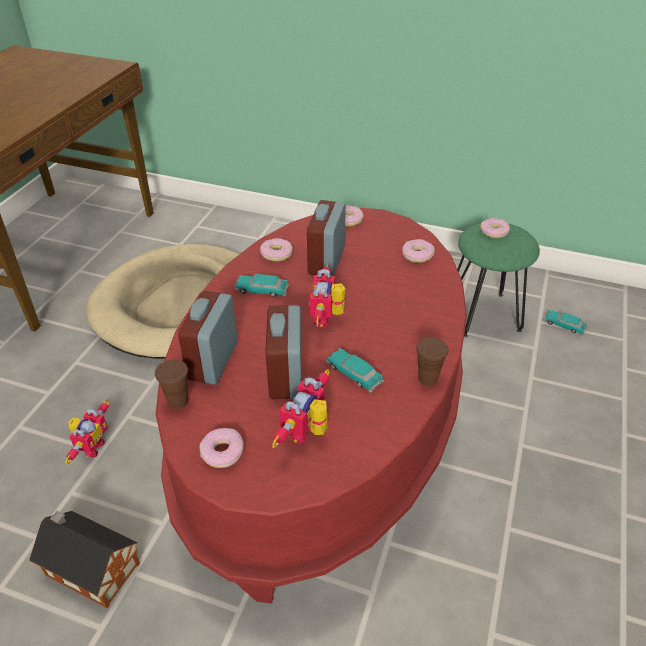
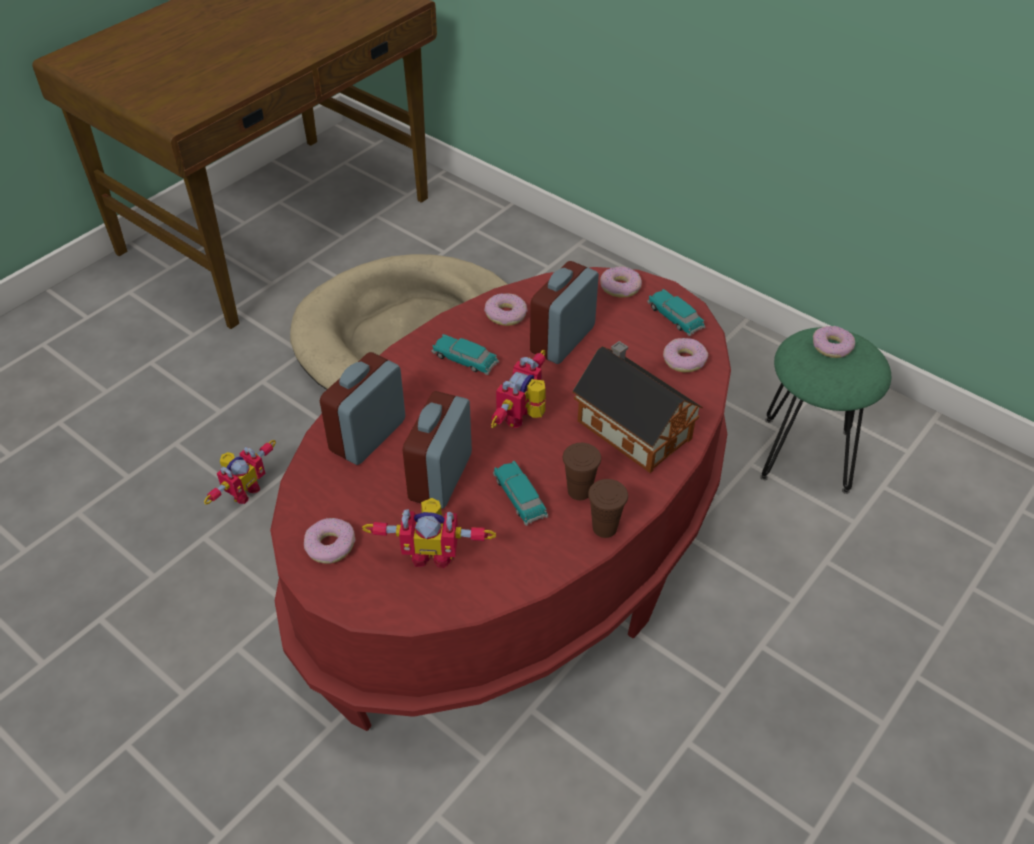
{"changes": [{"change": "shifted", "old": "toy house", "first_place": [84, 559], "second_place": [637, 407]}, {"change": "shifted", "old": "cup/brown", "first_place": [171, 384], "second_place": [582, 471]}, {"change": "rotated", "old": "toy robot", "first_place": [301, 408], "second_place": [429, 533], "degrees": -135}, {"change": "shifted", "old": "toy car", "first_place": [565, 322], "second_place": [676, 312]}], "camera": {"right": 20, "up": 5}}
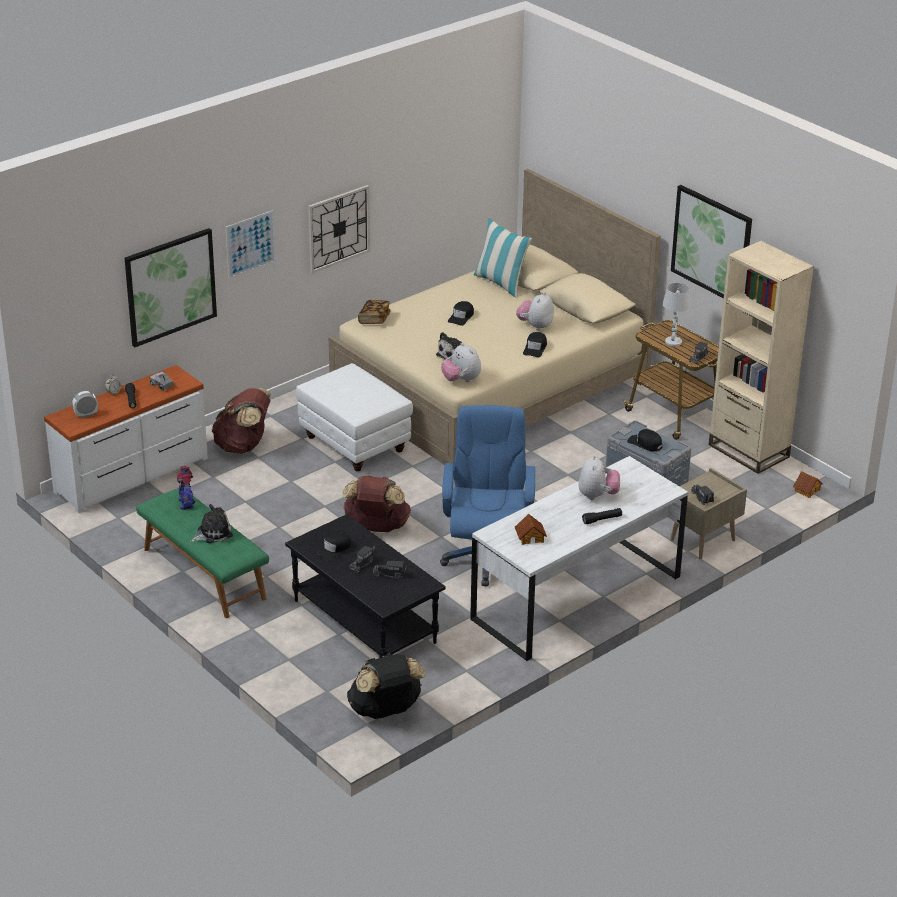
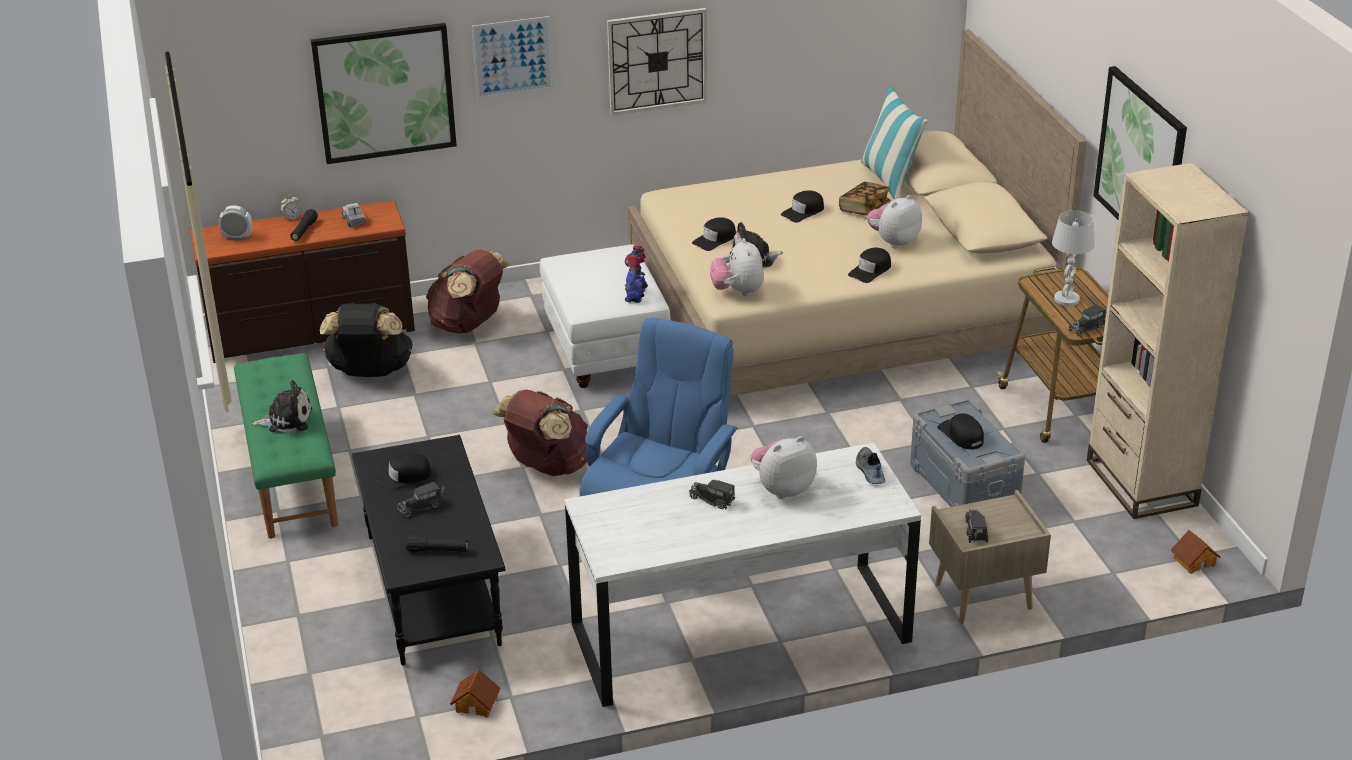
{"changes": [{"change": "repainted", "old": "dresser/white", "new": "dresser/brown", "first_place": [126, 439], "second_place": [302, 281]}, {"change": "shifted", "old": "toy robot", "first_place": [185, 488], "second_place": [636, 274]}, {"change": "shifted", "old": "backpack/black", "first_place": [386, 686], "second_place": [366, 340]}, {"change": "shifted", "old": "book", "first_place": [374, 312], "second_place": [864, 199]}, {"change": "shifted", "old": "toy truck", "first_place": [390, 570], "second_place": [712, 495]}, {"change": "shifted", "old": "toy house", "first_place": [531, 529], "second_place": [475, 693]}, {"change": "rotated", "old": "plush toy", "first_place": [599, 477], "second_place": [783, 467], "degrees": -150}, {"change": "shifted", "old": "flashlight/black", "first_place": [602, 516], "second_place": [437, 543]}, {"change": "new", "new": "cap/black", "second_place": [714, 234]}, {"change": "new", "new": "shoe", "second_place": [870, 465]}], "camera": {"right": 25, "up": 0}}
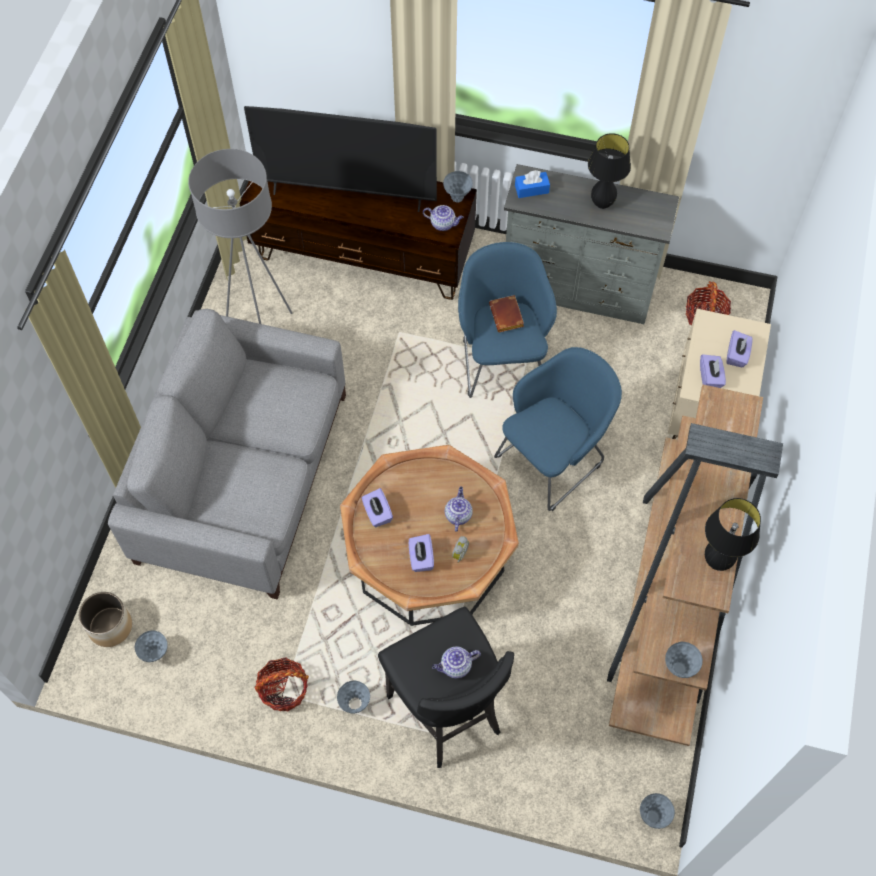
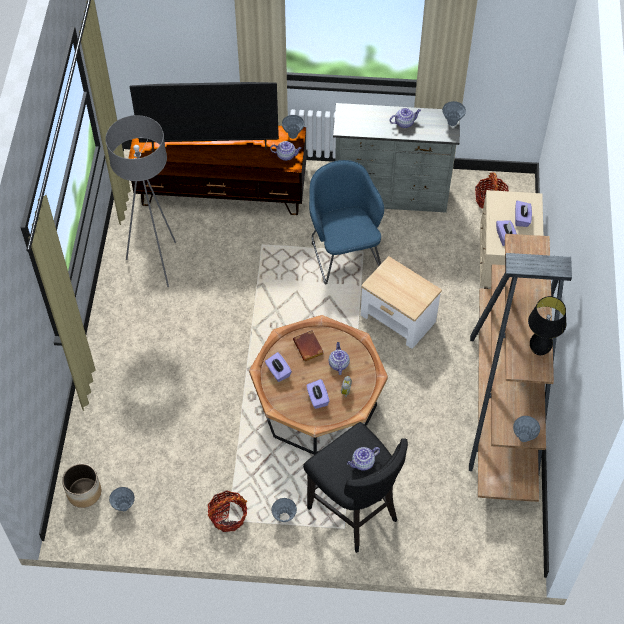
{"changes": [{"change": "gone", "old": "sofa/grey", "first_place": [227, 454]}, {"change": "shifted", "old": "book/brown", "first_place": [506, 313], "second_place": [308, 346]}, {"change": "swapped", "old": "armchair/blue", "new": "side table", "first_place": [558, 429], "second_place": [401, 302]}, {"change": "gone", "old": "tissue box/blue", "first_place": [532, 184]}, {"change": "swapped", "old": "table lamp/black", "new": "teapot", "first_place": [609, 171], "second_place": [405, 118]}, {"change": "shifted", "old": "vase/grey", "first_place": [657, 811], "second_place": [454, 113]}], "camera": {"right": -10, "up": -5}}
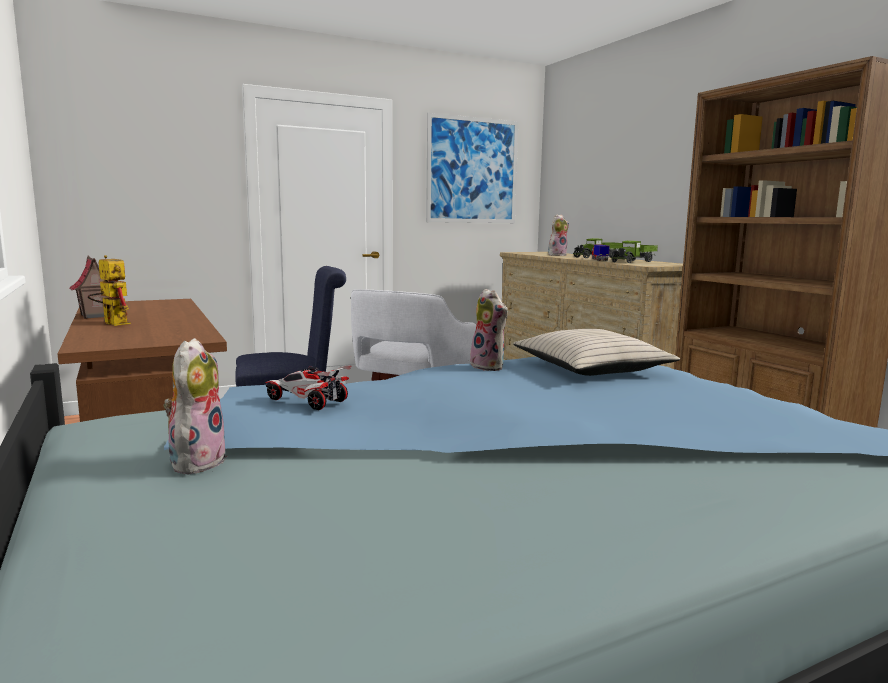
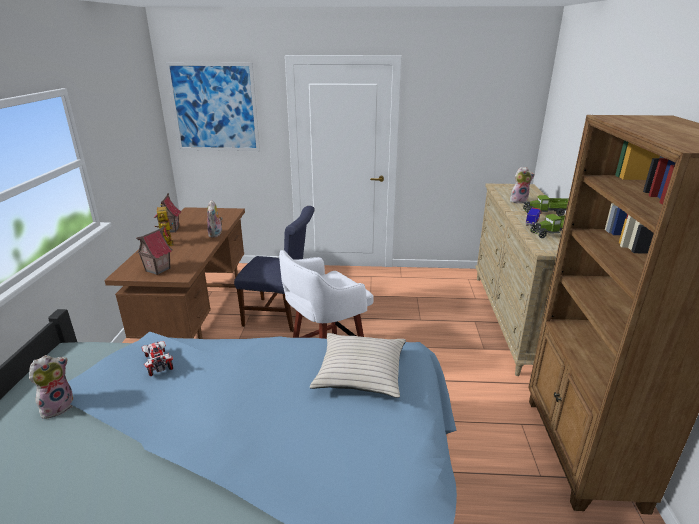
{"changes": [{"change": "shifted", "old": "picture", "first_place": [472, 168], "second_place": [213, 106]}, {"change": "shifted", "old": "plush toy", "first_place": [489, 329], "second_place": [215, 219]}, {"change": "new", "new": "toy house", "second_place": [154, 250]}], "camera": {"right": 30, "up": 15}}
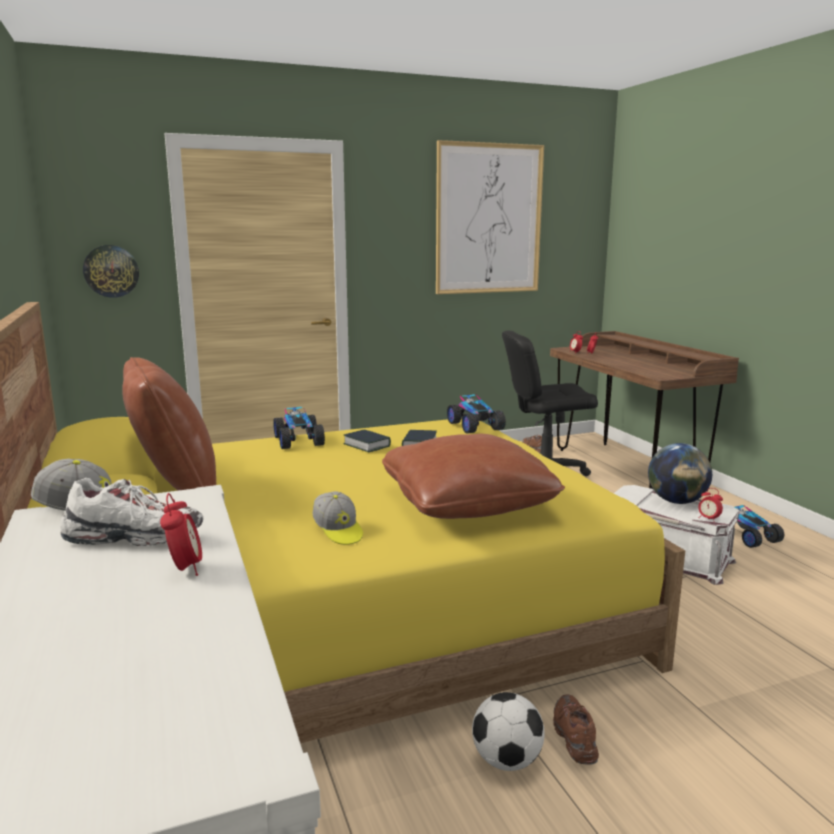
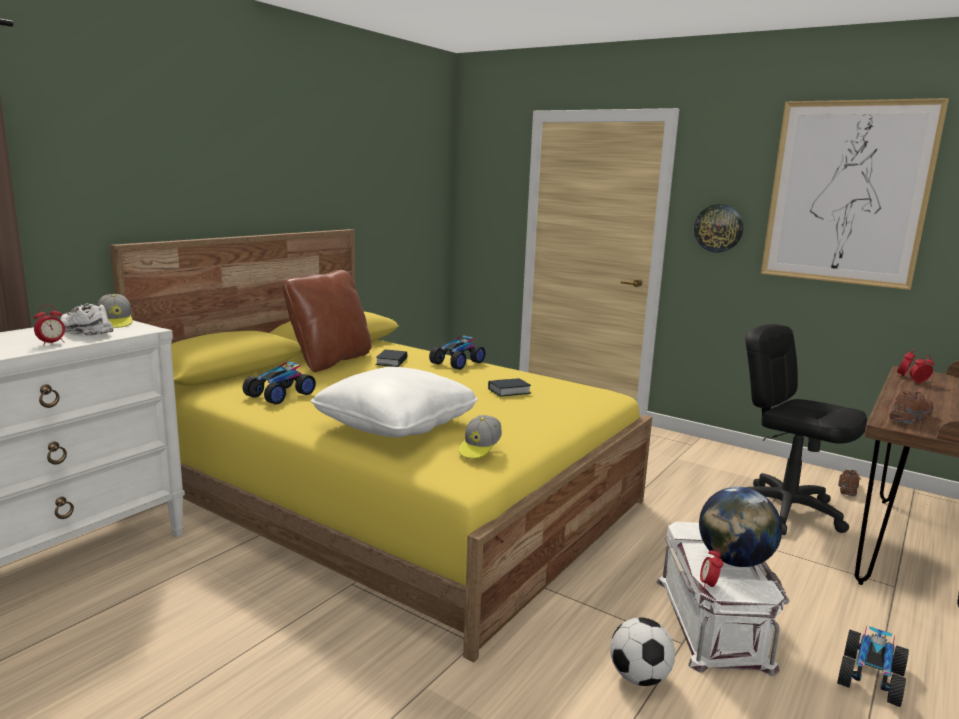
{"changes": [{"change": "rotated", "old": "shoe/white", "first_place": [132, 512], "second_place": [86, 319], "degrees": 150}, {"change": "shifted", "old": "wall clock", "first_place": [111, 271], "second_place": [718, 228]}, {"change": "shifted", "old": "cap", "first_place": [338, 518], "second_place": [480, 437]}, {"change": "shifted", "old": "book", "first_place": [367, 440], "second_place": [391, 358]}, {"change": "repainted", "old": "pillow/brown", "new": "pillow/white", "first_place": [473, 476], "second_place": [394, 402]}, {"change": "shifted", "old": "toy car", "first_place": [476, 414], "second_place": [279, 383]}, {"change": "shifted", "old": "football", "first_place": [508, 731], "second_place": [642, 651]}, {"change": "shifted", "old": "shoe/brown", "first_place": [576, 729], "second_place": [911, 407]}], "camera": {"right": 55, "up": 0}}
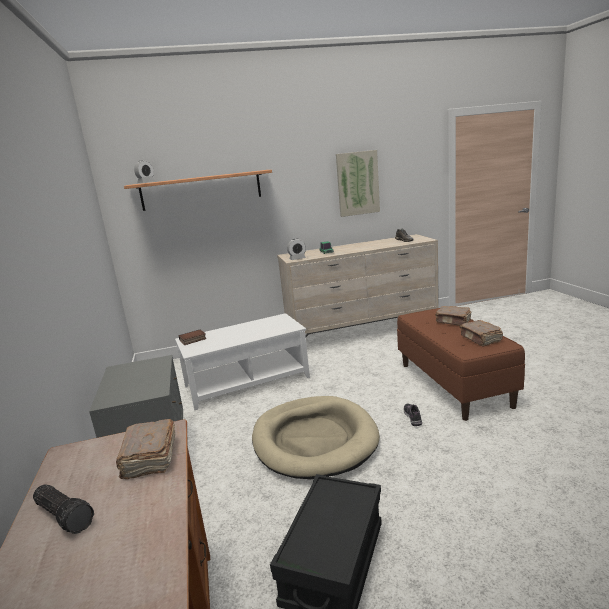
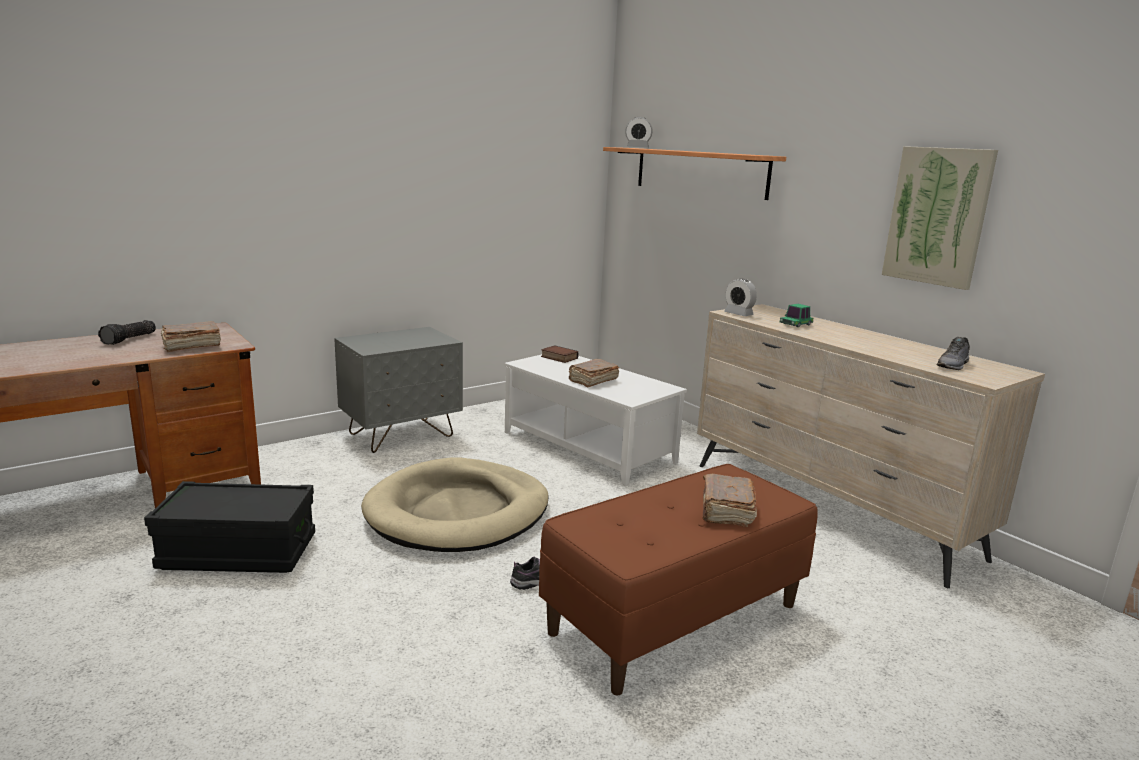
{"changes": [{"change": "shifted", "old": "book/brown", "first_place": [481, 333], "second_place": [594, 373]}], "camera": {"right": 65, "up": 0}}
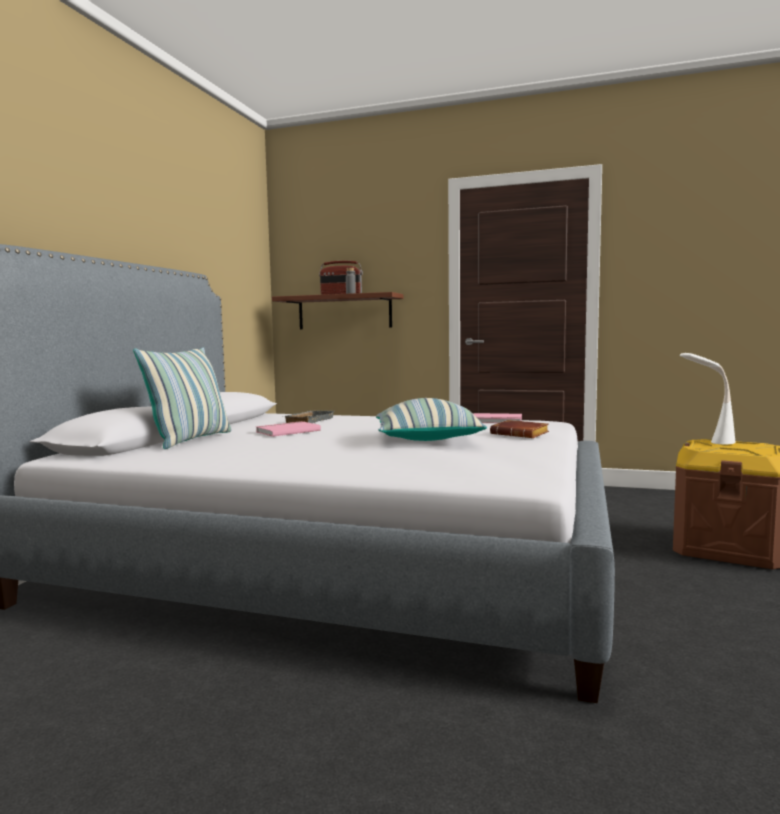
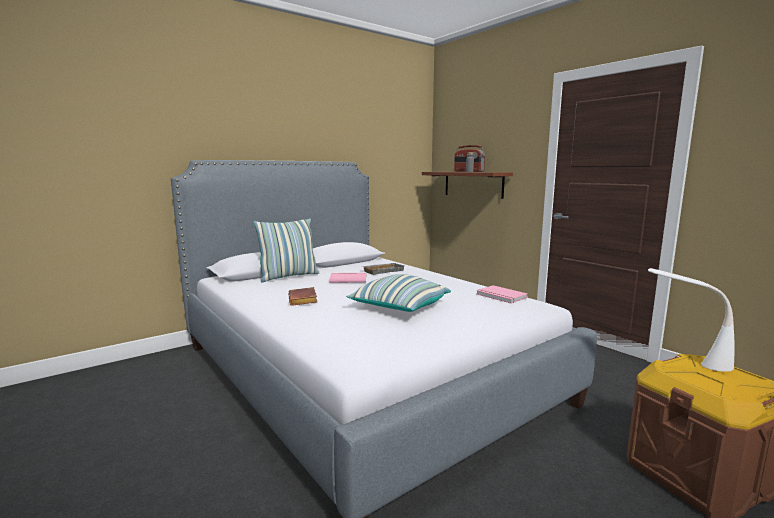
{"changes": [{"change": "shifted", "old": "book/brown", "first_place": [519, 429], "second_place": [302, 296]}], "camera": {"right": 35, "up": 5}}
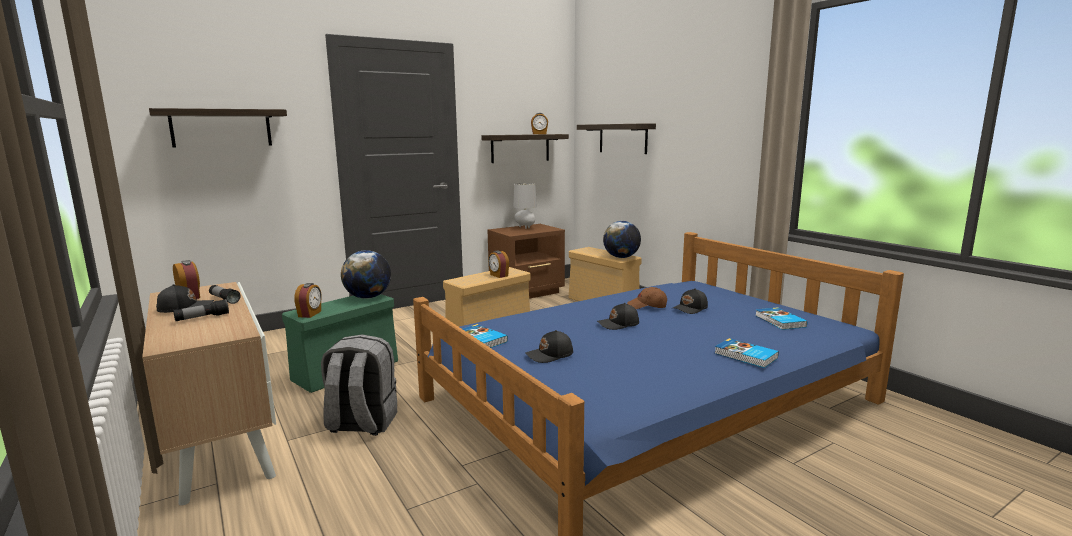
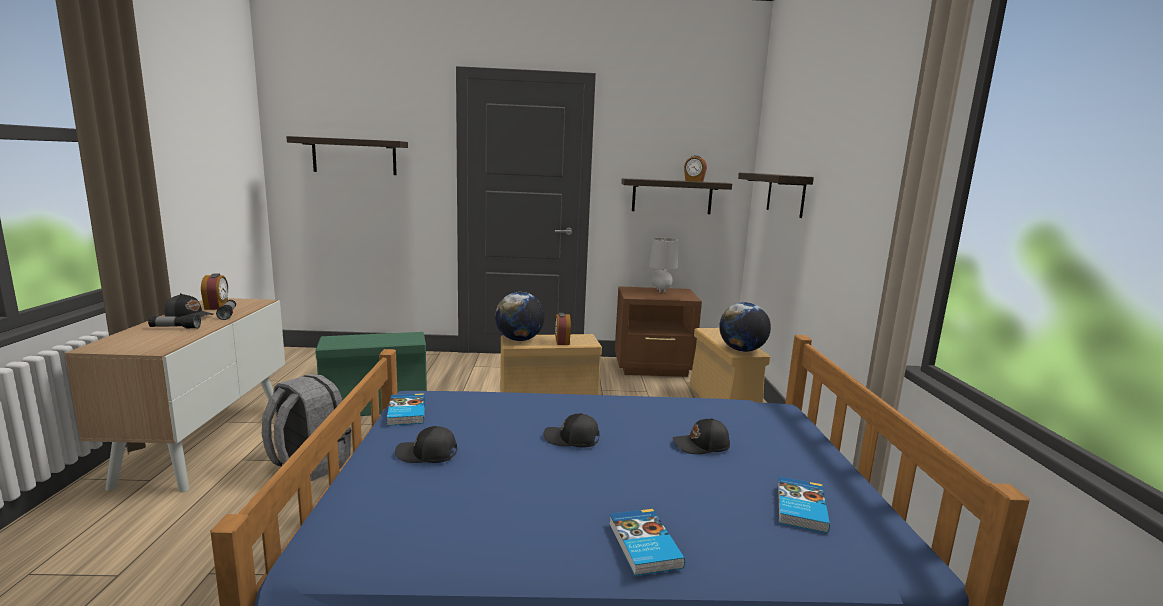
{"changes": [{"change": "gone", "old": "alarm clock", "first_place": [308, 300]}, {"change": "shifted", "old": "globe", "first_place": [366, 274], "second_place": [520, 316]}, {"change": "gone", "old": "cap/brown", "first_place": [647, 298]}], "camera": {"right": 30, "up": 0}}
